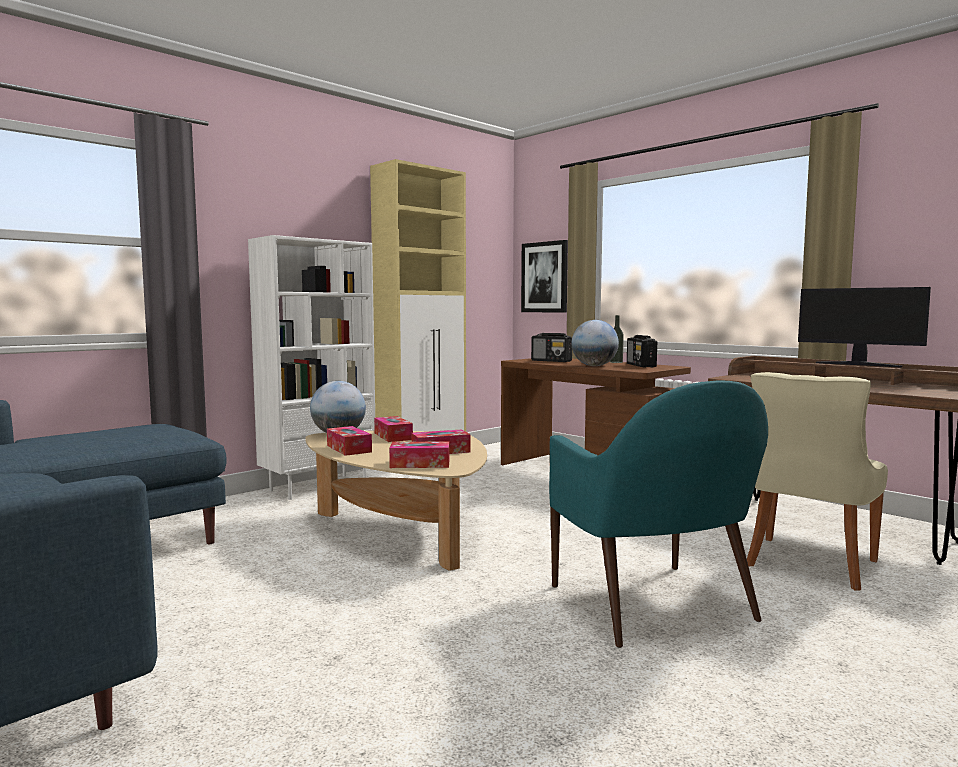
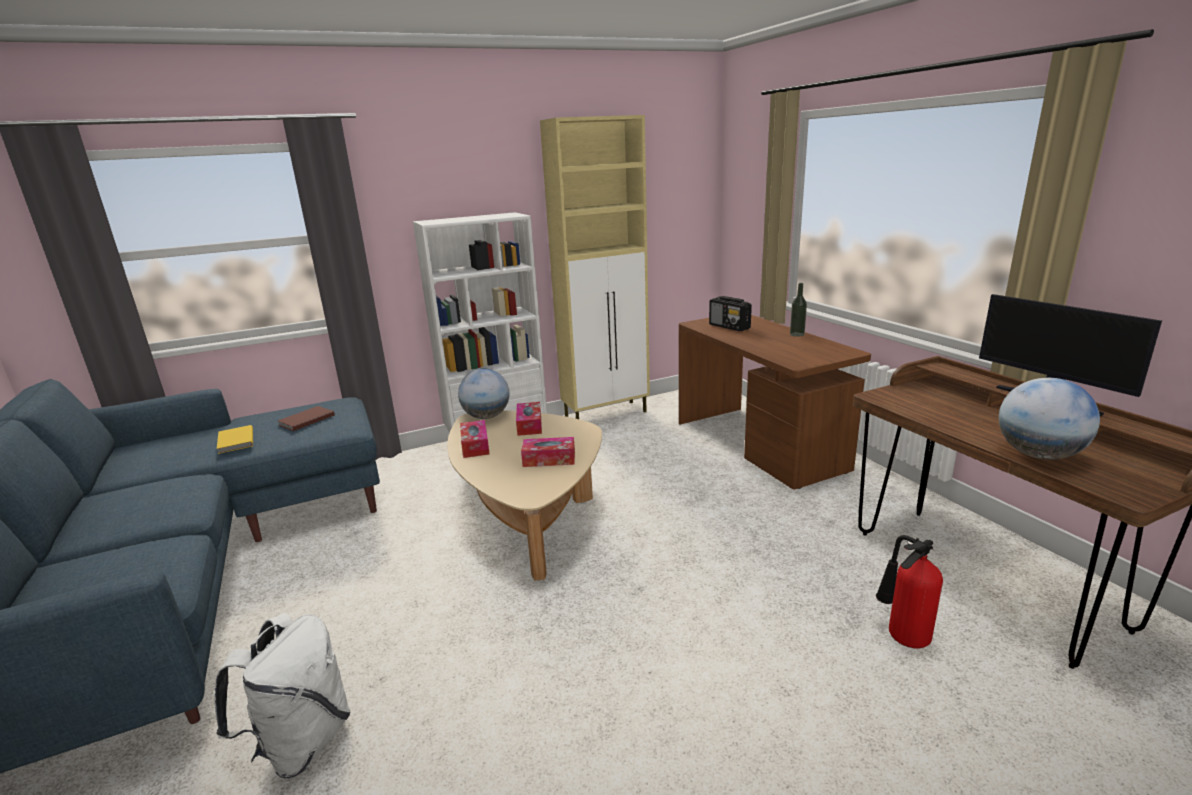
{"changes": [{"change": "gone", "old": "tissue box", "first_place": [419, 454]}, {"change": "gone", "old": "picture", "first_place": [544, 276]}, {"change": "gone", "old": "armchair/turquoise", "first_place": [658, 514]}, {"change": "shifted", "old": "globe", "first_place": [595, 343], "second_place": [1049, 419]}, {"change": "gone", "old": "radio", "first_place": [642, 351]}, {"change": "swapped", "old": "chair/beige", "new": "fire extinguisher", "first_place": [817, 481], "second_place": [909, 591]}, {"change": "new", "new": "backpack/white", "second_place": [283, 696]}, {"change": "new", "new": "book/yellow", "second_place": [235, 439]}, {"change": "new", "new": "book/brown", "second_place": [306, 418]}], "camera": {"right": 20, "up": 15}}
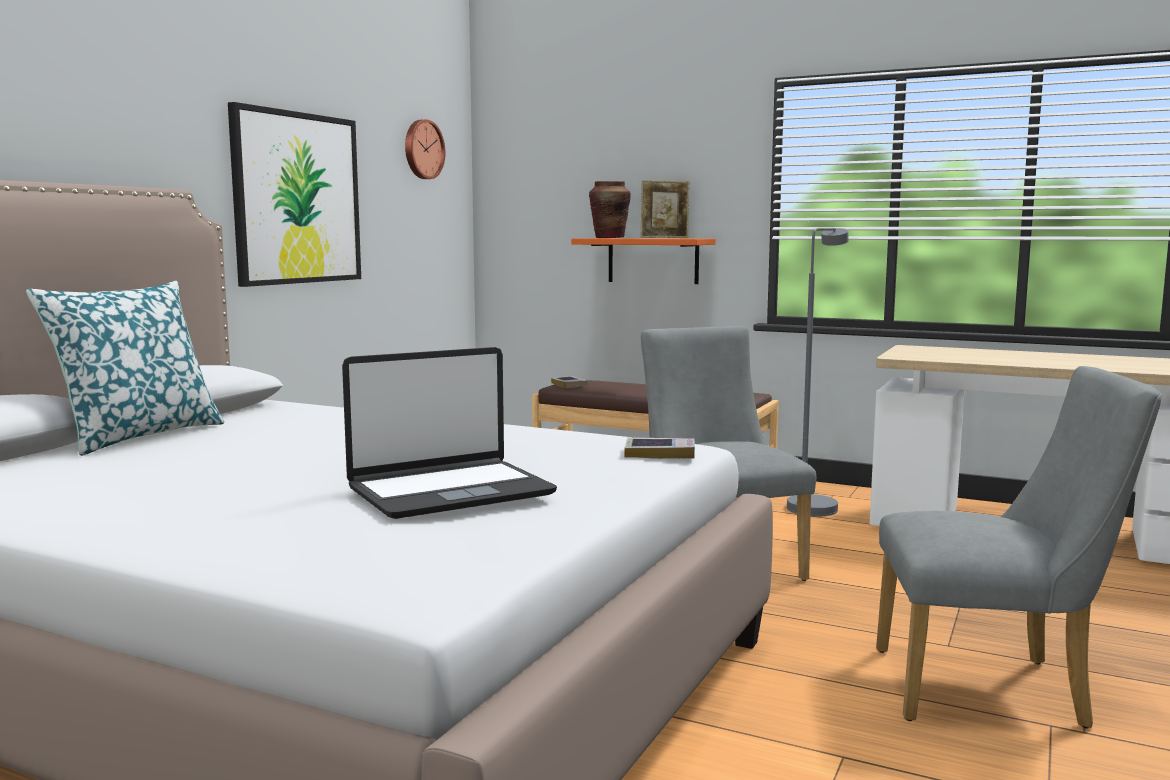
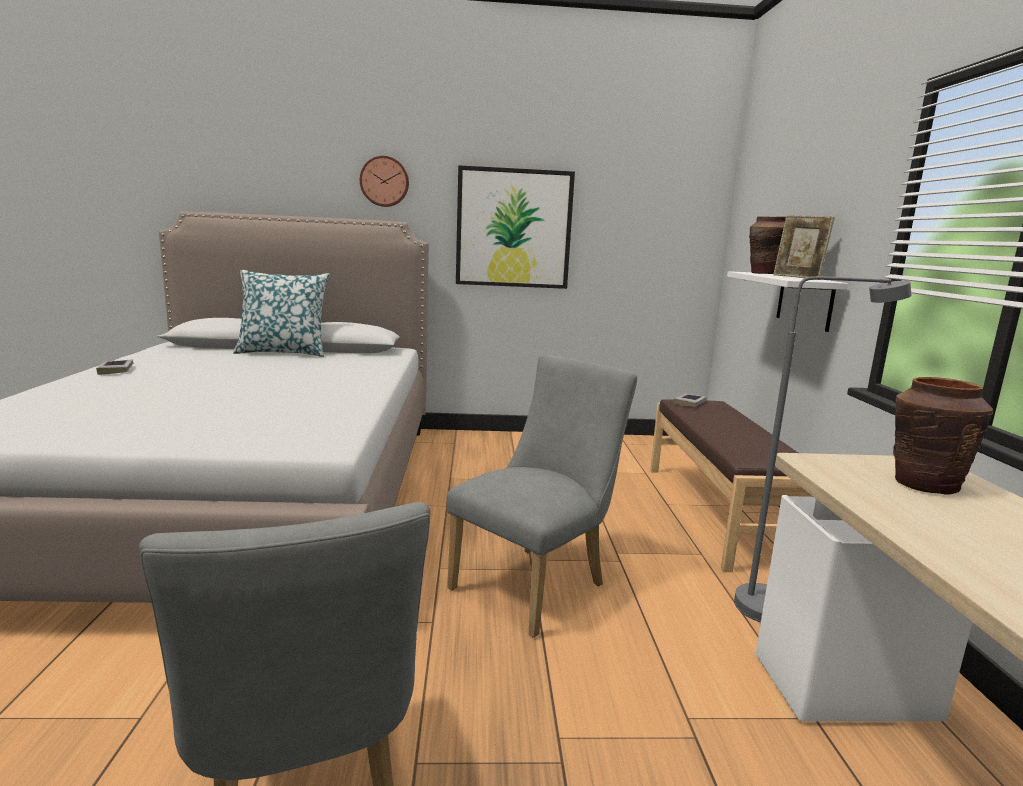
{"changes": [{"change": "gone", "old": "laptop", "first_place": [449, 433]}, {"change": "shifted", "old": "wall clock", "first_place": [425, 149], "second_place": [384, 181]}, {"change": "repainted", "old": "shelf/orange", "new": "shelf/white", "first_place": [643, 261], "second_place": [787, 301]}, {"change": "shifted", "old": "book", "first_place": [660, 448], "second_place": [114, 367]}, {"change": "new", "new": "vase/brown", "second_place": [943, 435]}], "camera": {"right": 60, "up": 5}}
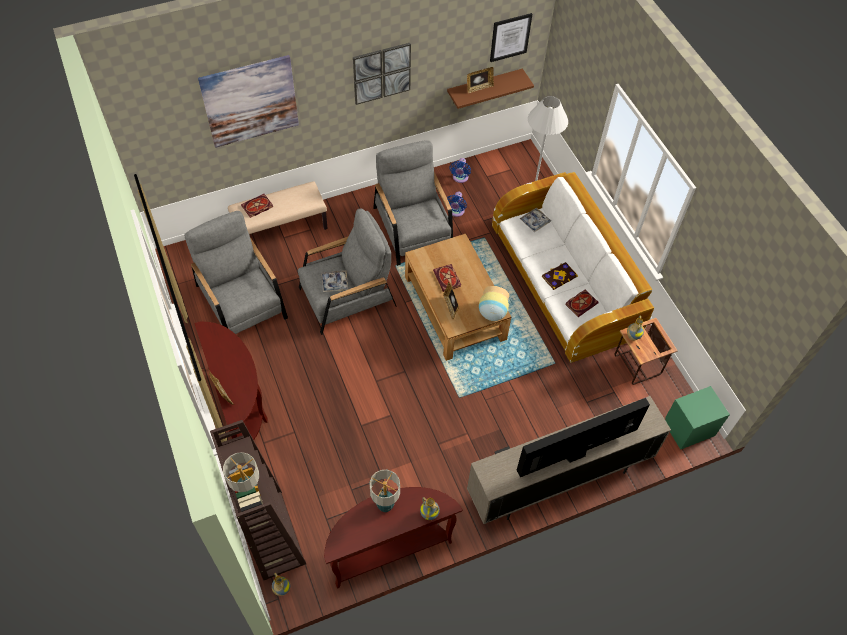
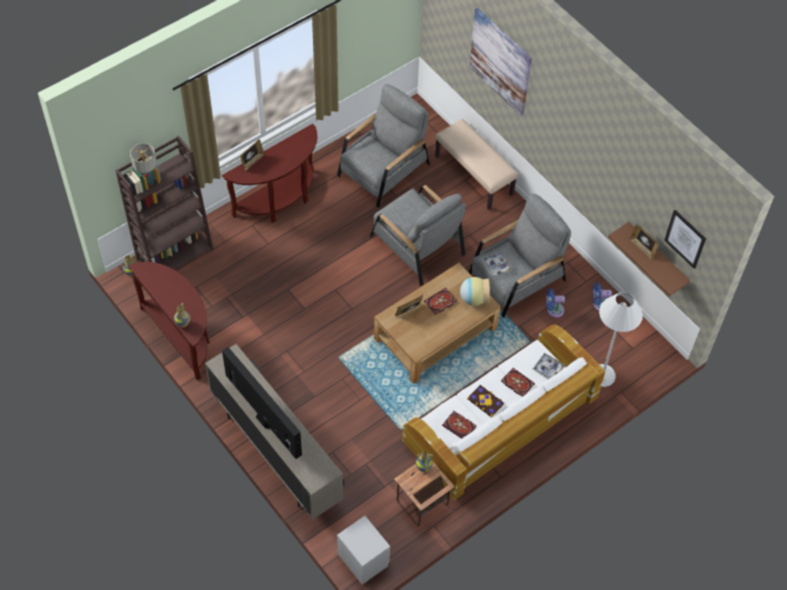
{"changes": [{"change": "shifted", "old": "book", "first_place": [257, 206], "second_place": [518, 382]}, {"change": "shifted", "old": "tray", "first_place": [334, 281], "second_place": [497, 264]}, {"change": "gone", "old": "picture", "first_place": [382, 74]}, {"change": "gone", "old": "table lamp", "first_place": [384, 491]}, {"change": "shifted", "old": "vase", "first_place": [494, 303], "second_place": [475, 291]}, {"change": "repainted", "old": "nightstand/green", "new": "nightstand/grey", "first_place": [697, 418], "second_place": [363, 550]}], "camera": {"right": 75, "up": 0}}
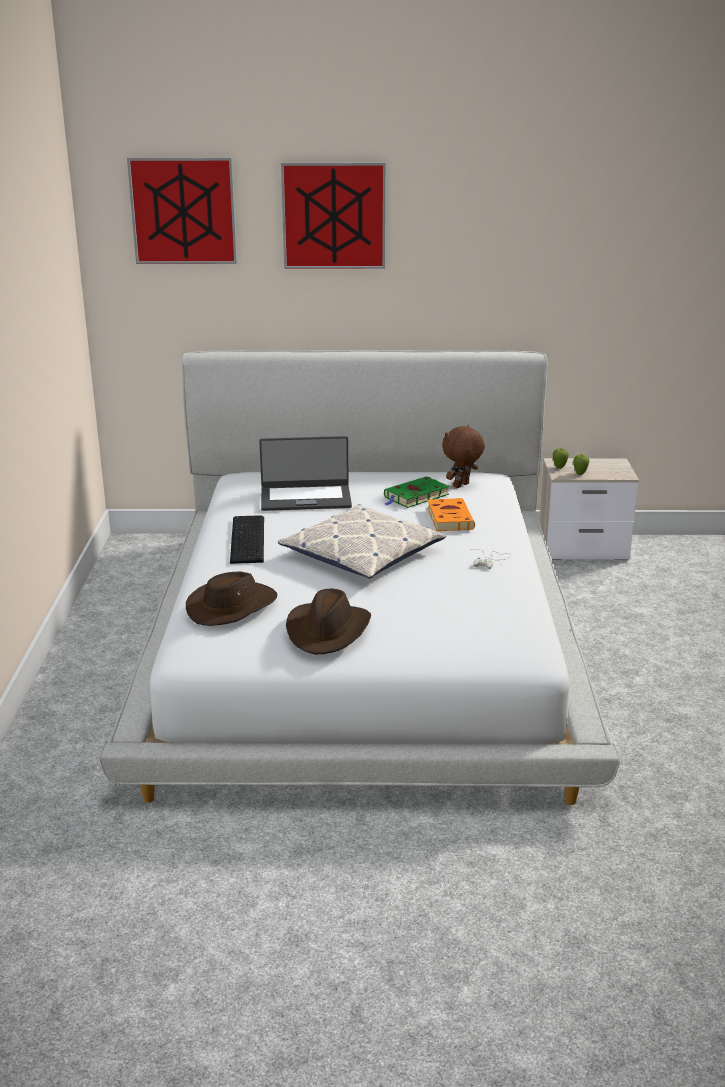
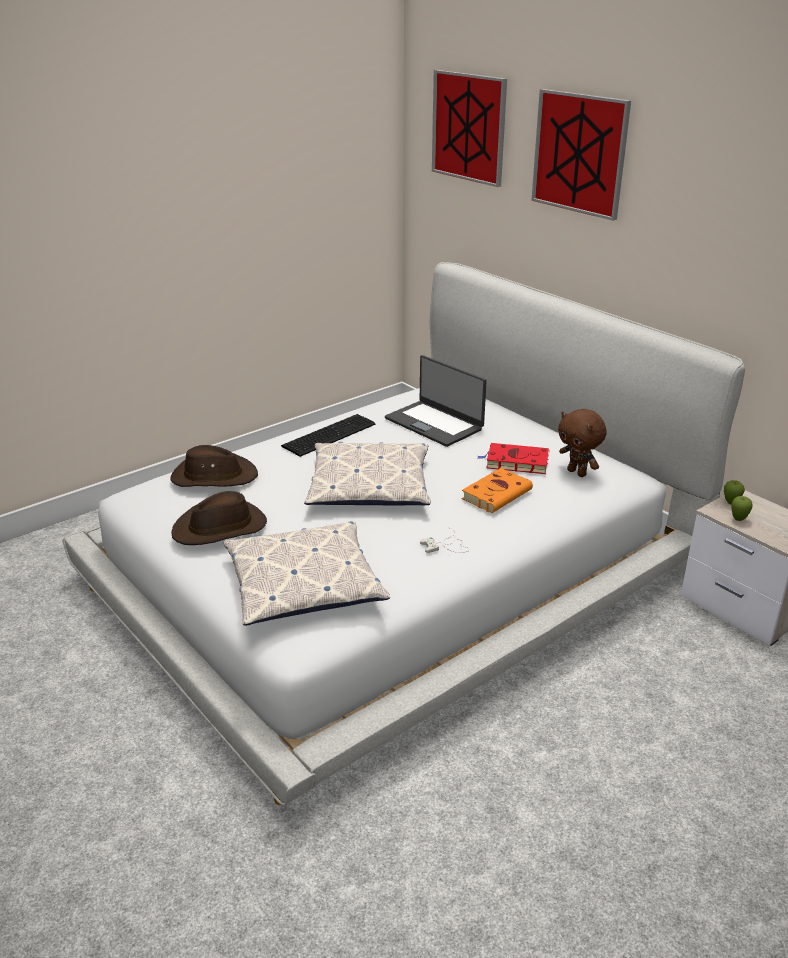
{"changes": [{"change": "repainted", "old": "book/green", "new": "book/red", "first_place": [416, 492], "second_place": [513, 458]}, {"change": "rotated", "old": "plush toy/brown", "first_place": [463, 456], "second_place": [582, 443], "degrees": -135}, {"change": "new", "new": "pillow", "second_place": [307, 573]}], "camera": {"right": 50, "up": 5}}
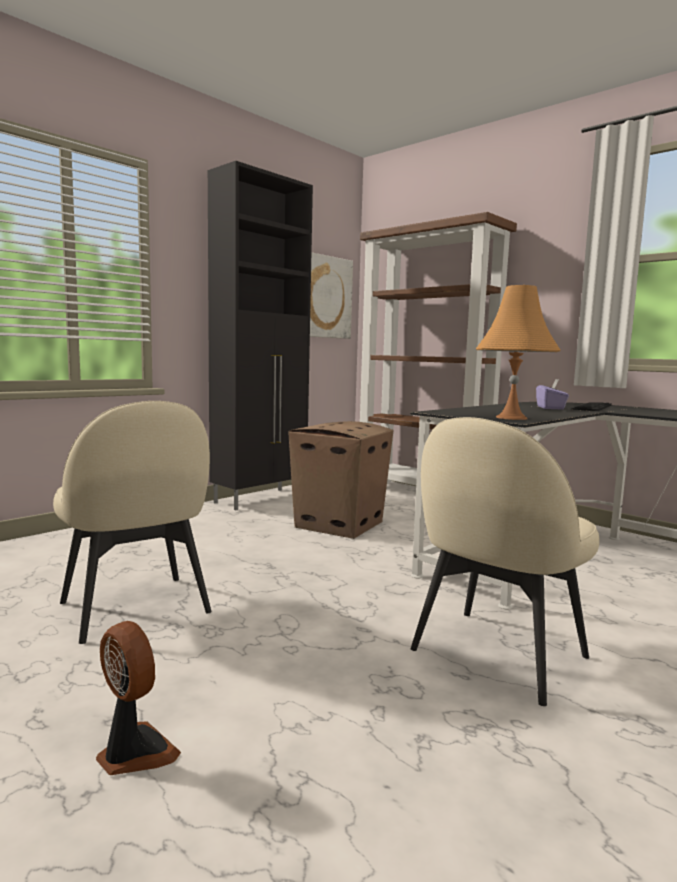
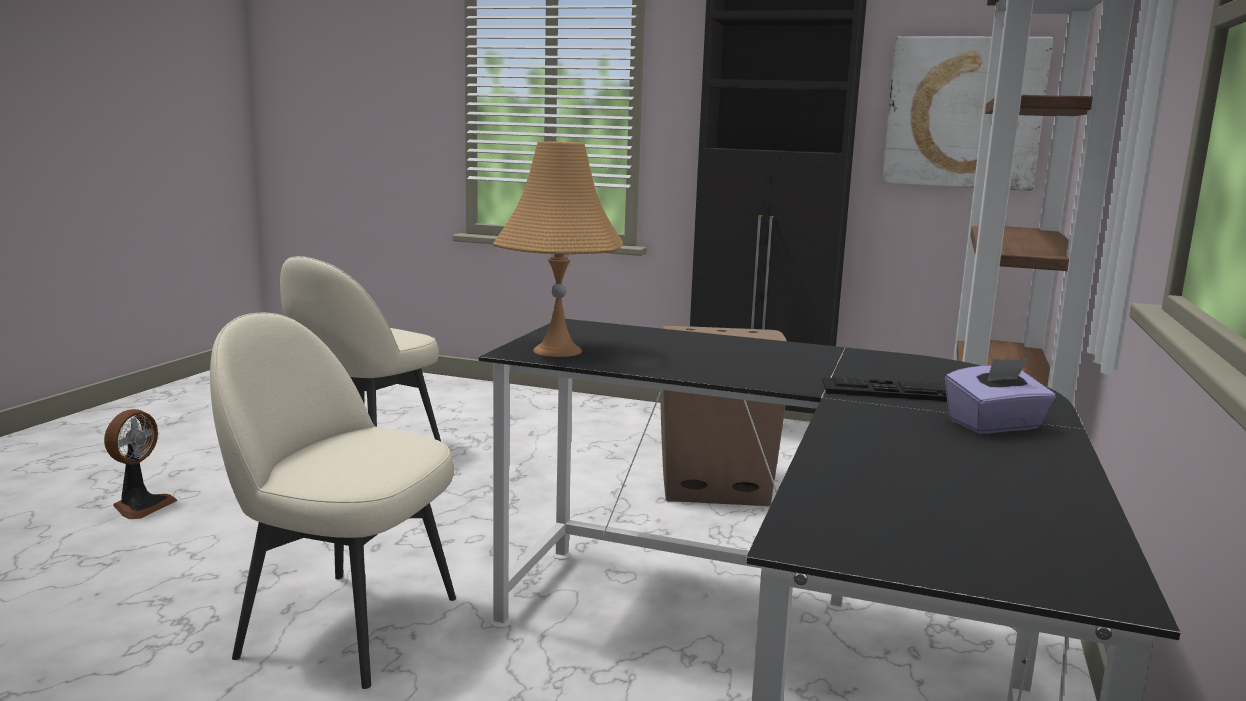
{"changes": [{"change": "shifted", "old": "tissue box/purple", "first_place": [552, 394], "second_place": [1000, 396]}], "camera": {"right": 65, "up": 5}}
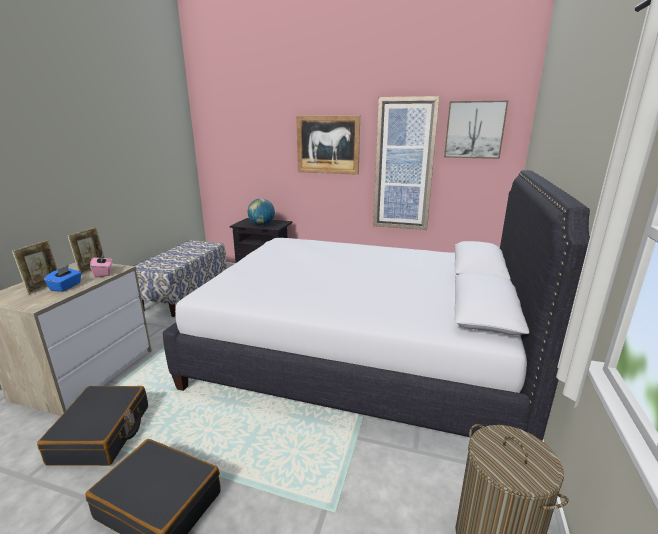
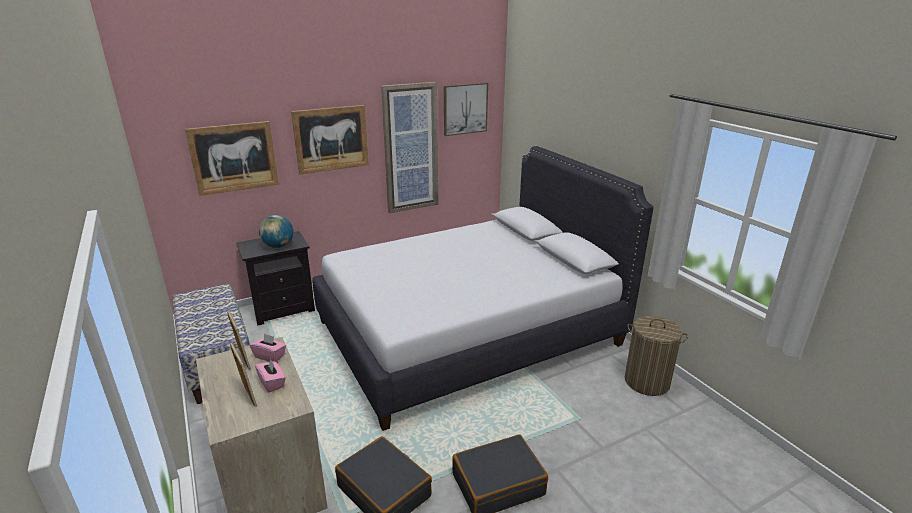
{"changes": [{"change": "repainted", "old": "tissue box/blue", "new": "tissue box/pink", "first_place": [63, 278], "second_place": [270, 375]}, {"change": "new", "new": "picture", "second_place": [232, 158]}], "camera": {"right": -45, "up": 5}}
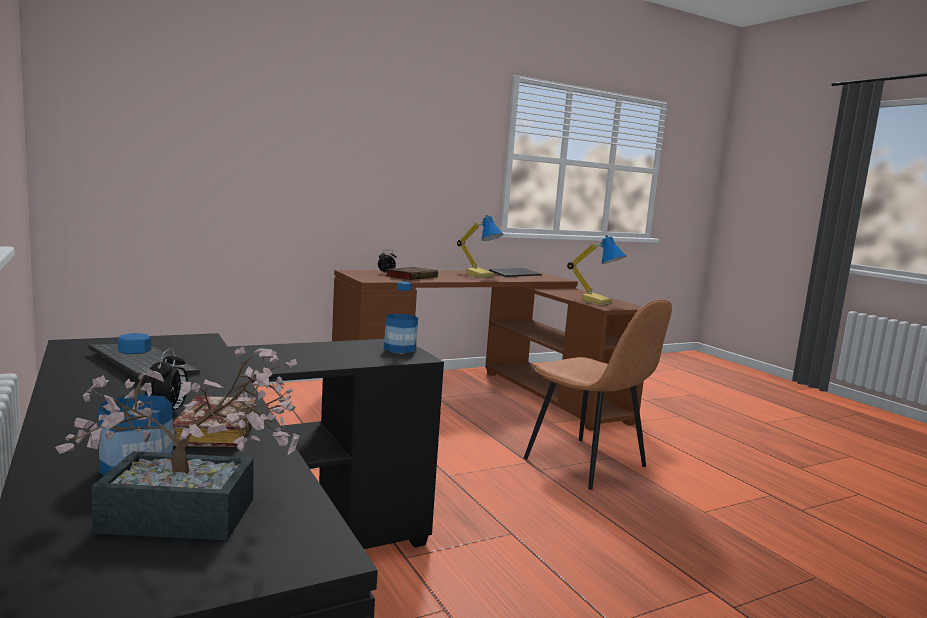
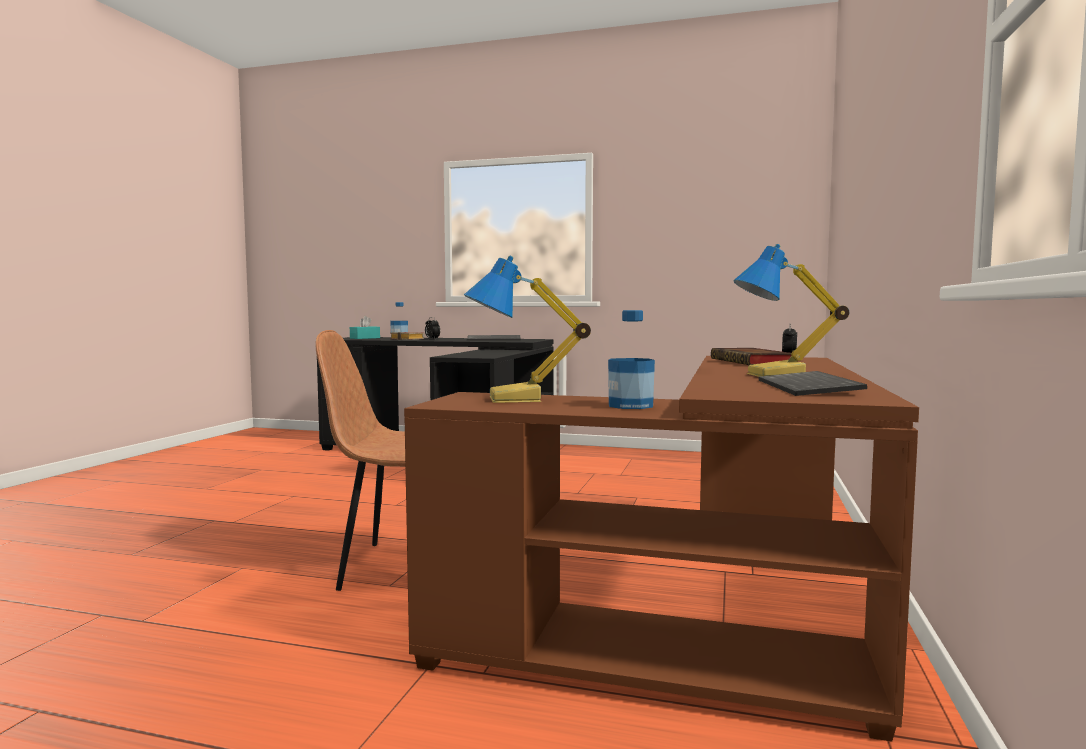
{"changes": [{"change": "swapped", "old": "potted plant", "new": "tissue box/turquoise", "first_place": [177, 443], "second_place": [365, 327]}, {"change": "shifted", "old": "bottle", "first_place": [401, 317], "second_place": [631, 359]}], "camera": {"right": 135, "up": -5}}
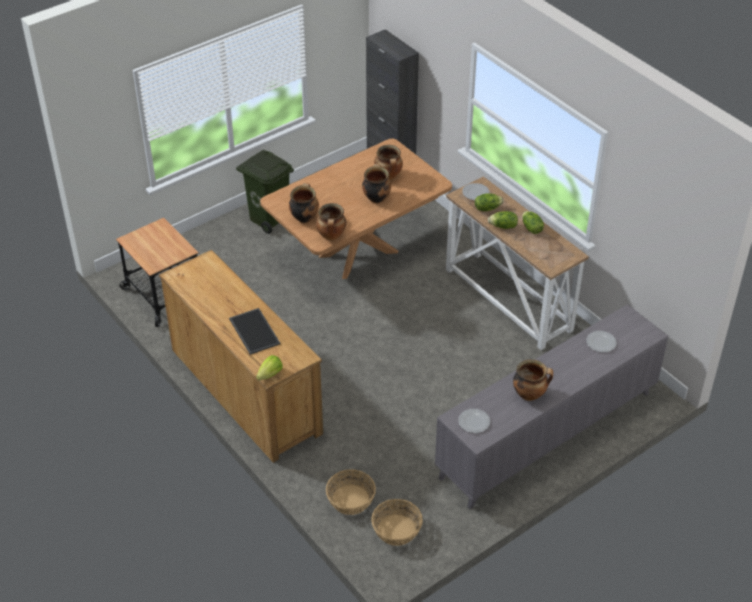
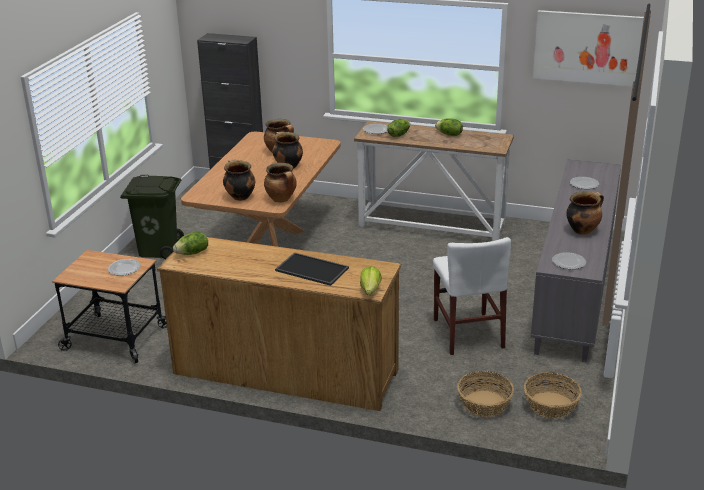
{"changes": [{"change": "shifted", "old": "lettuce", "first_place": [503, 220], "second_place": [190, 243]}, {"change": "new", "new": "plate", "second_place": [124, 267]}, {"change": "new", "new": "chair/white", "second_place": [472, 296]}, {"change": "new", "new": "picture", "second_place": [588, 48]}], "camera": {"right": -35, "up": -15}}
